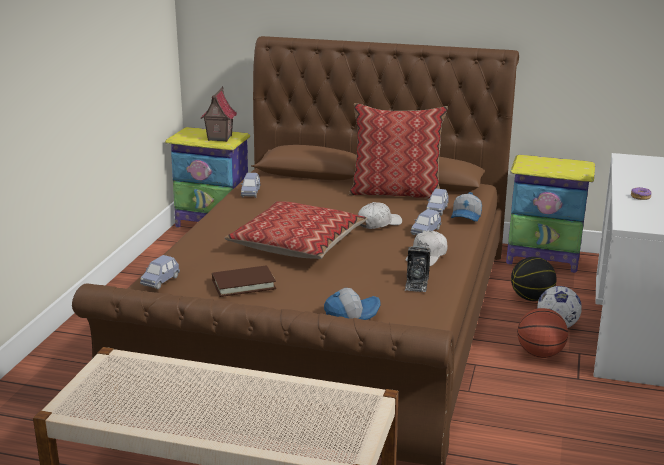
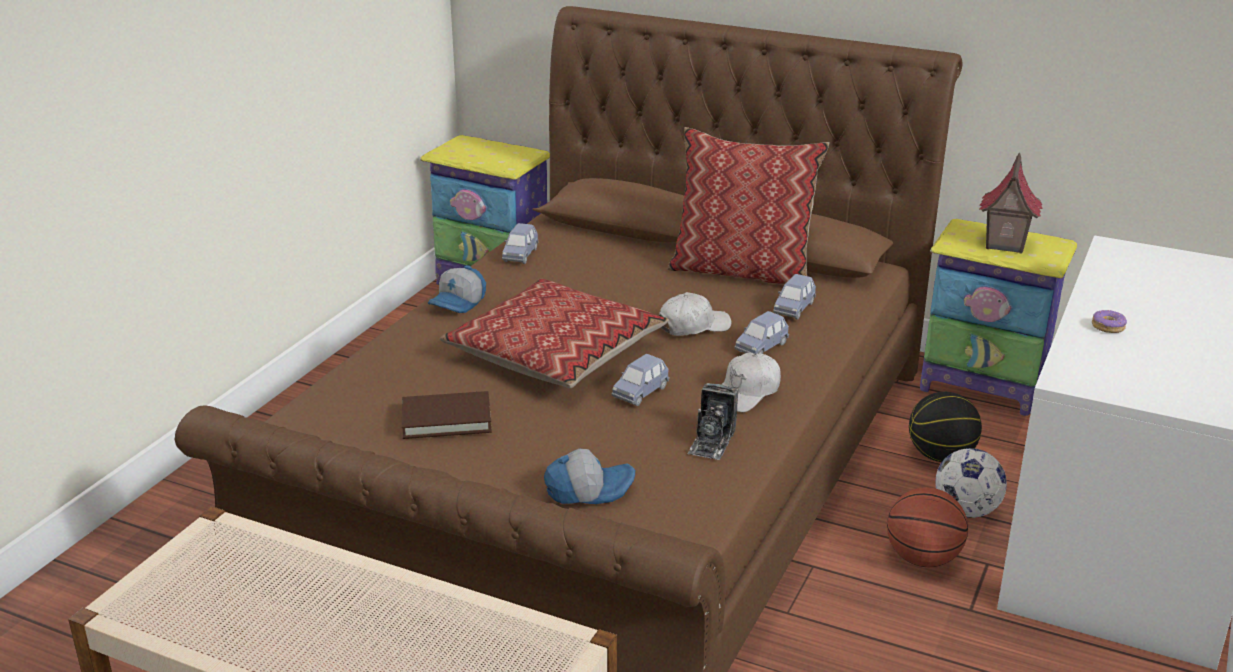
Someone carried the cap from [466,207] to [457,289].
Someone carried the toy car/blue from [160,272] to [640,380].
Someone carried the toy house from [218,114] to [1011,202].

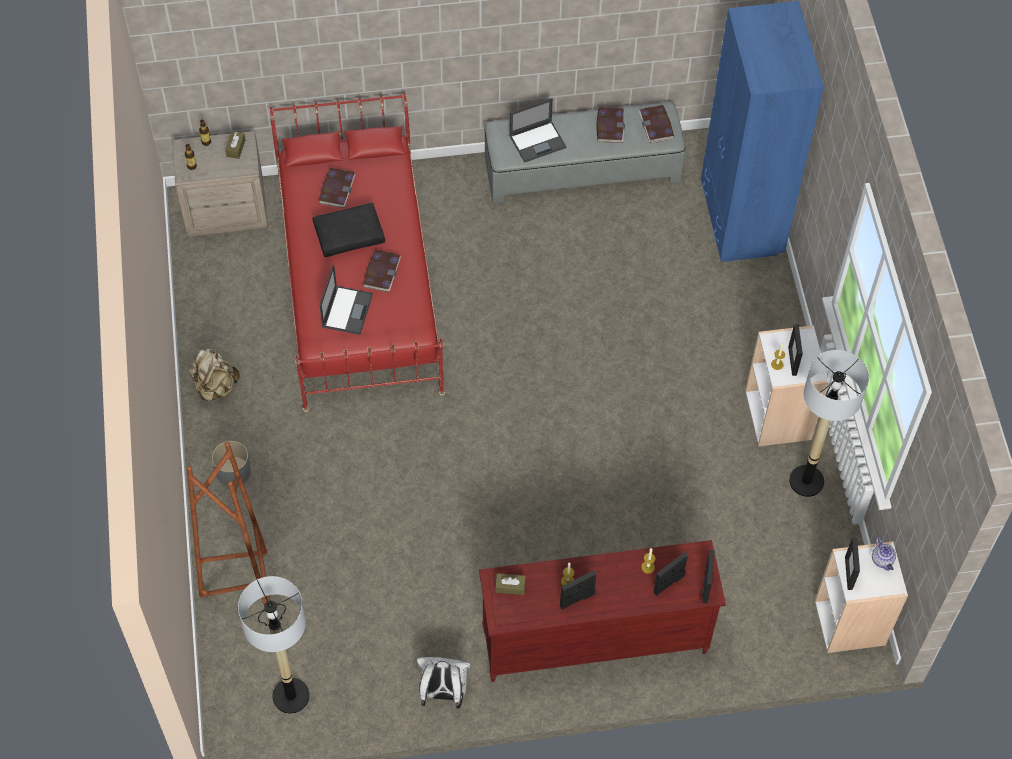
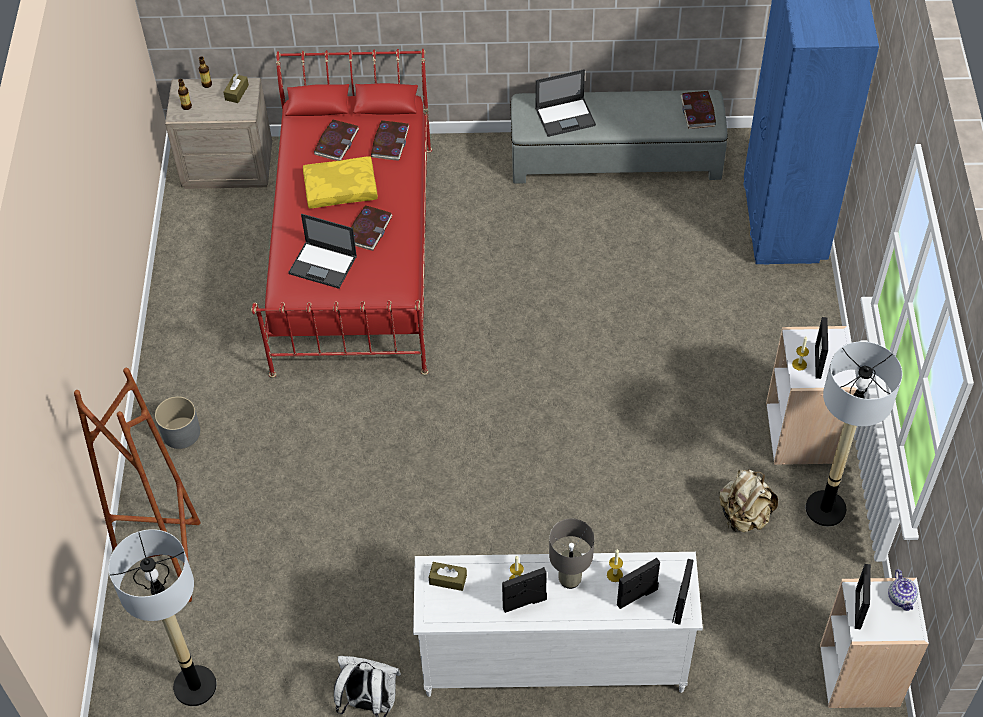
Someone rotated the laptop at [346,299] by 90 degrees clockwise.
Someone repainted the pillow/black at [349,230], which became the pillow/yellow at [340,182].
Someone carried the book from [610,125] to [390,140].
Someone repainted the dresser/red at [602,611], which became the dresser/white at [558,624].
Someone put down the table lamp/grey at [571,553].
Someone carried the backpack/beige from [214,374] to [748,500].

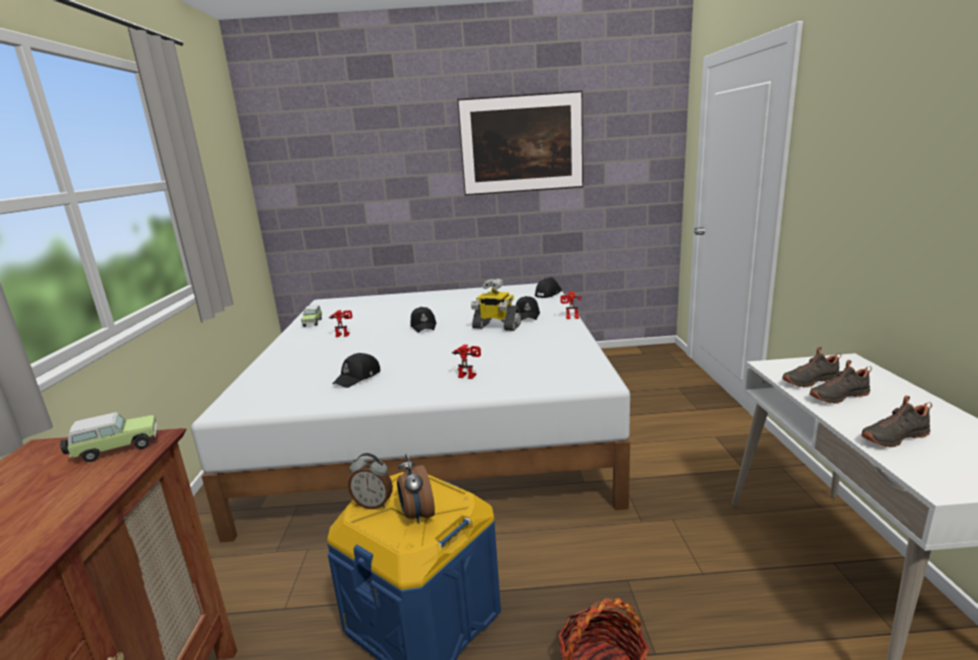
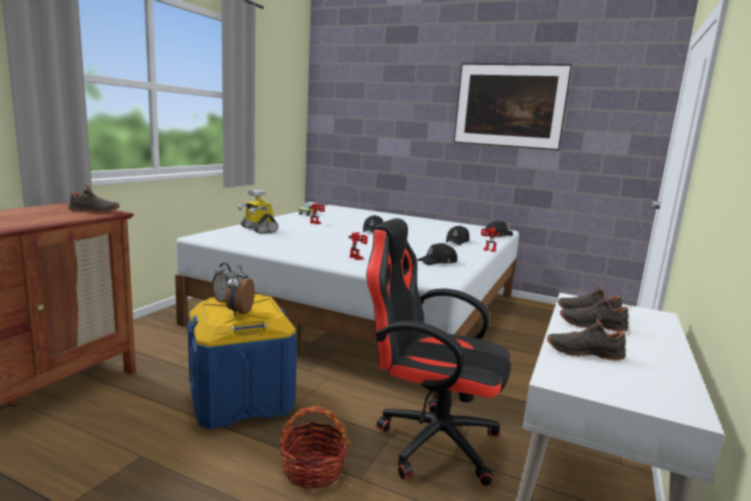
Someone swapped the toy car at [109,437] for the shoe/black at [94,198].
Someone carried the toy robot from [496,304] to [258,211].
Someone put down the office chair/black at [438,352].
Someone carried the cap/black from [356,370] to [437,254].

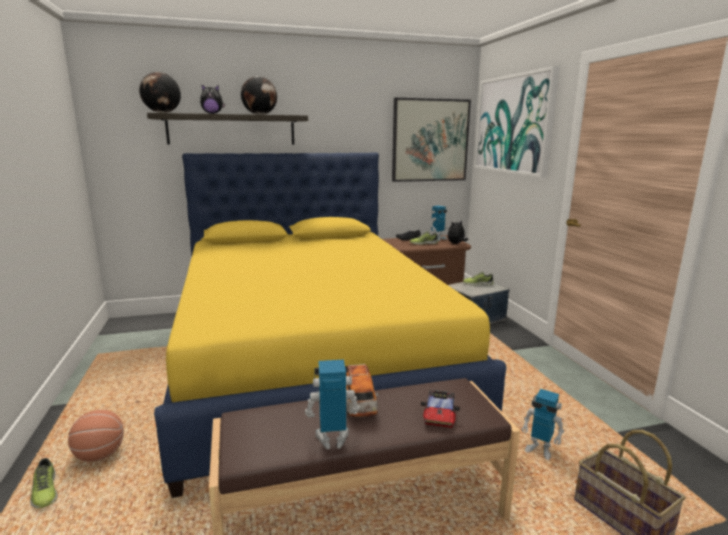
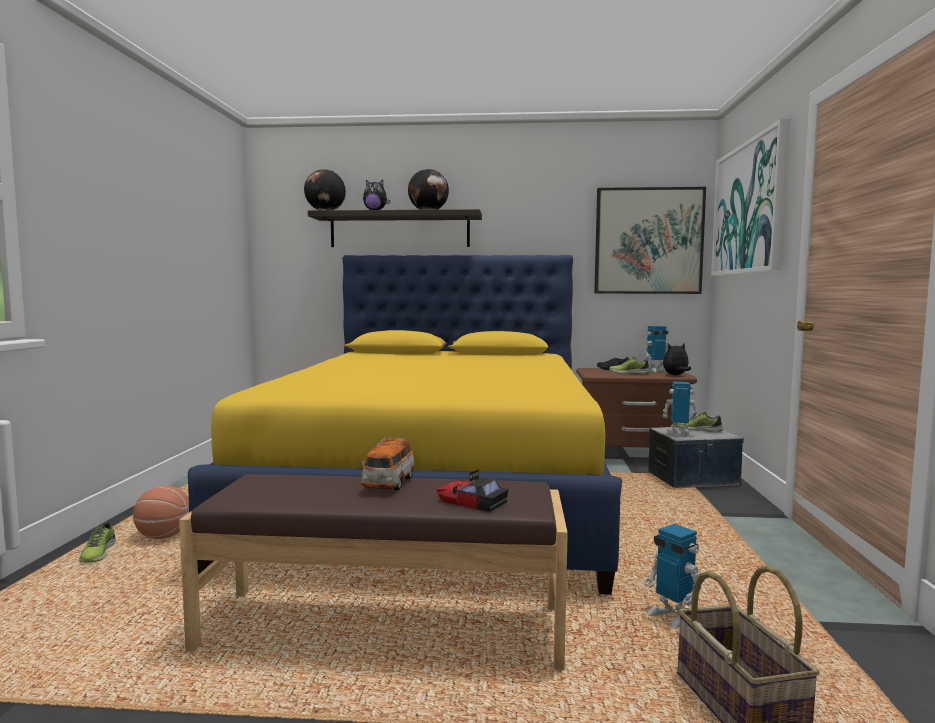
Someone rotated the toy car at [440,409] by 90 degrees clockwise.
Someone carried the toy robot from [332,404] to [680,409].

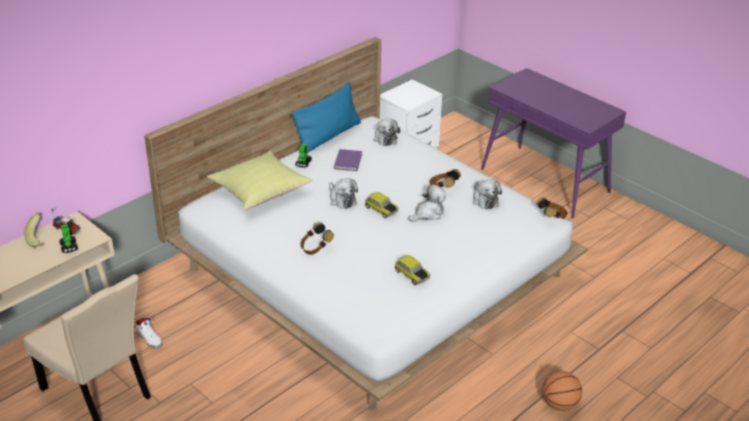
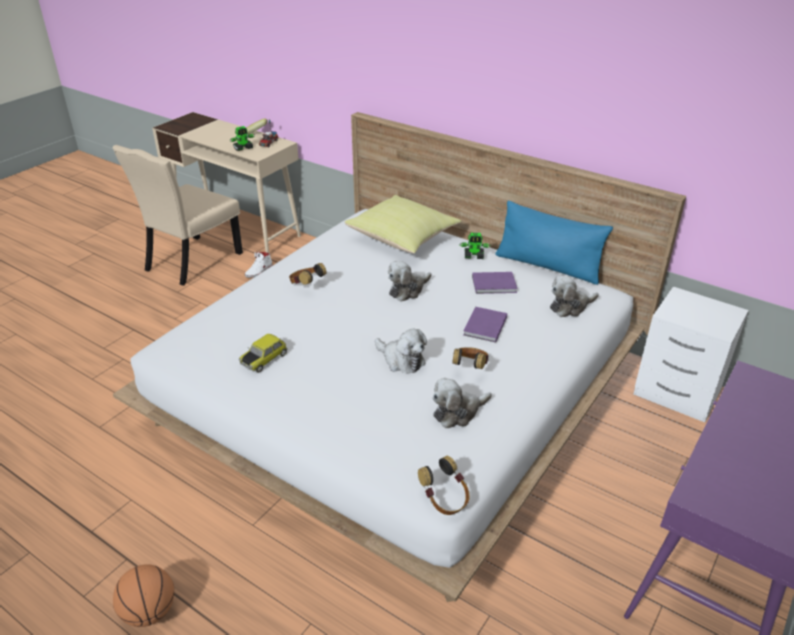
Someone put down the book/purple at [485,324].
Someone took away the toy car at [382,205].

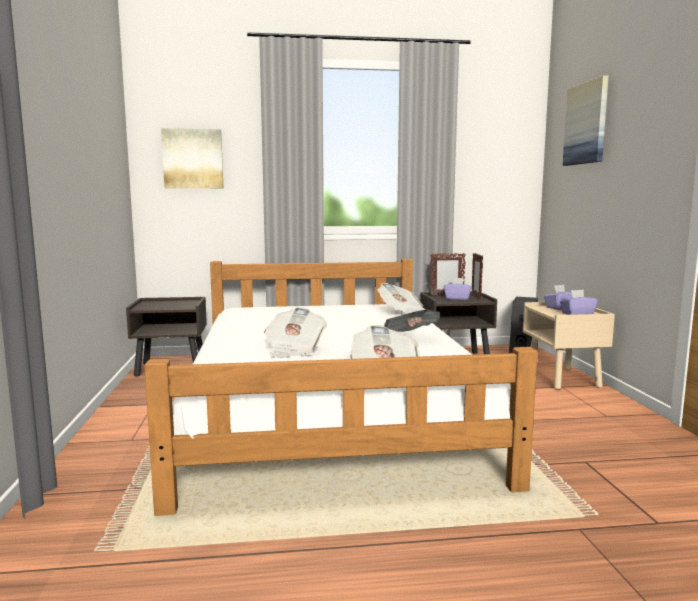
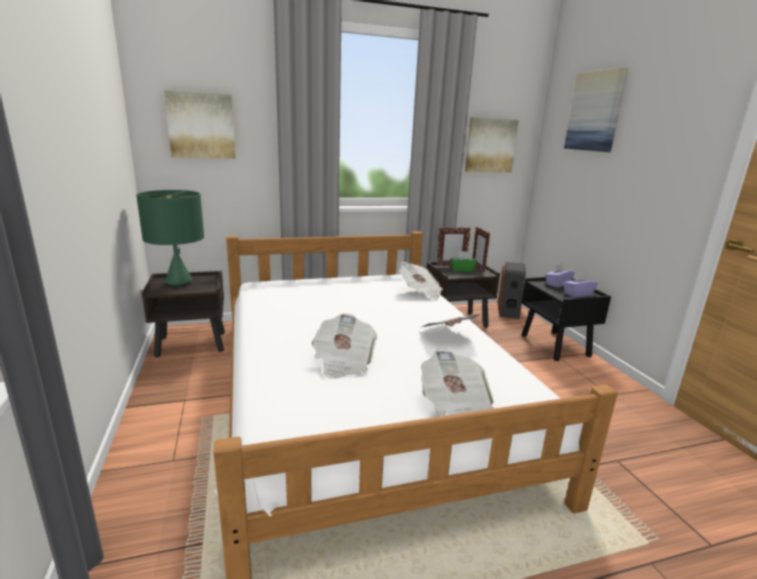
Someone put down the table lamp/green at [170,238].
Someone repainted the tissue box/purple at [457,289], which became the tissue box/green at [463,261].
Someone put up the picture at [492,144].
Someone repainted the nightstand/beige at [569,346], which became the nightstand/black at [566,319].

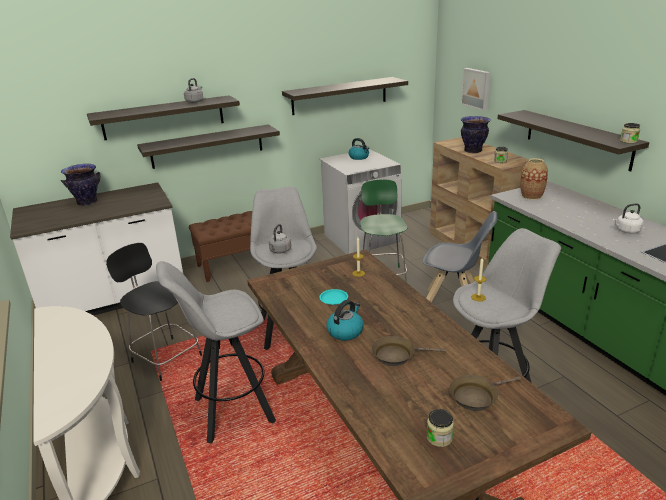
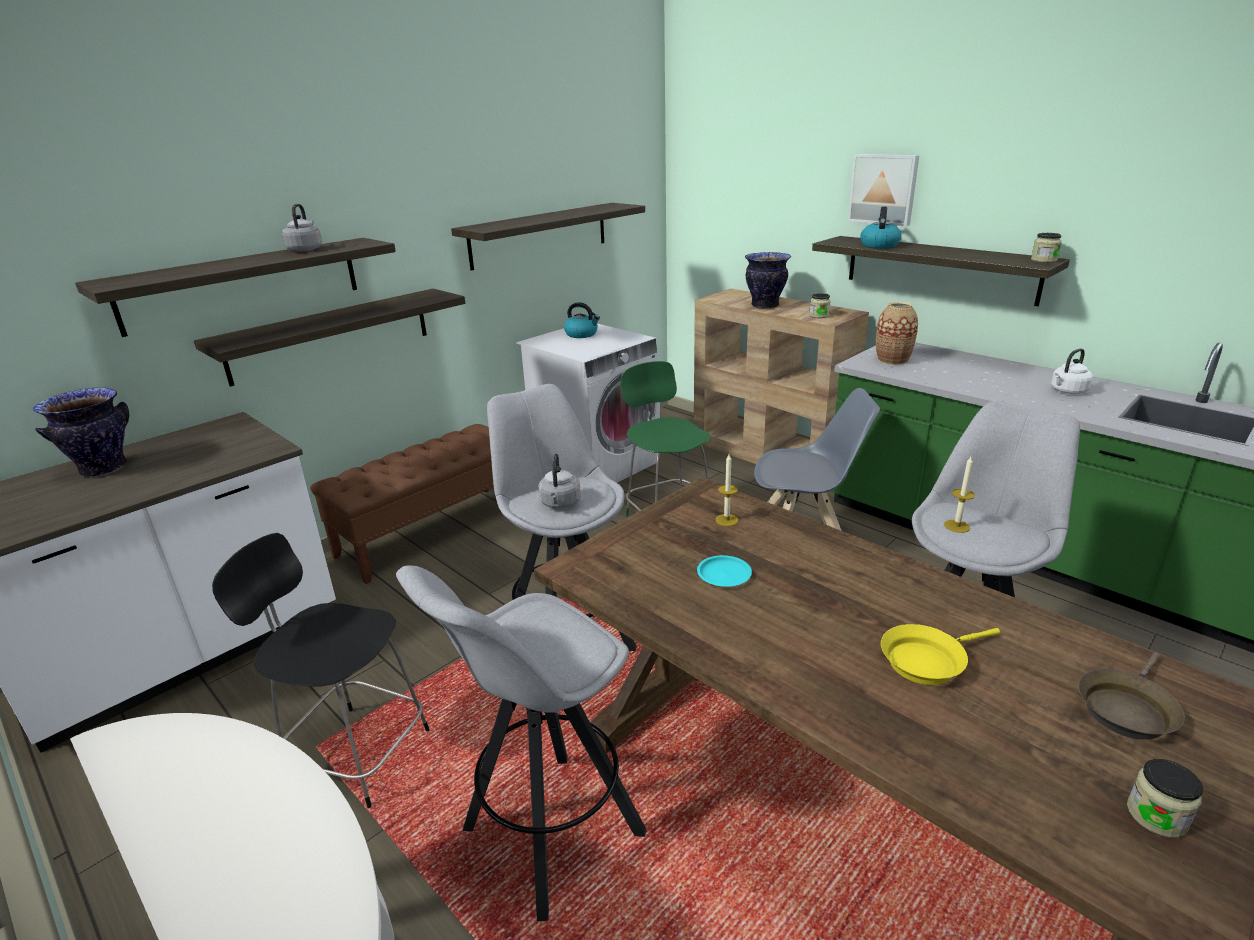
Someone carried the picture from [476,89] to [883,190].
Someone carried the kettle from [345,320] to [881,228].
Someone repainted the frying pan/brown at [409,351], which became the frying pan/yellow at [940,654].

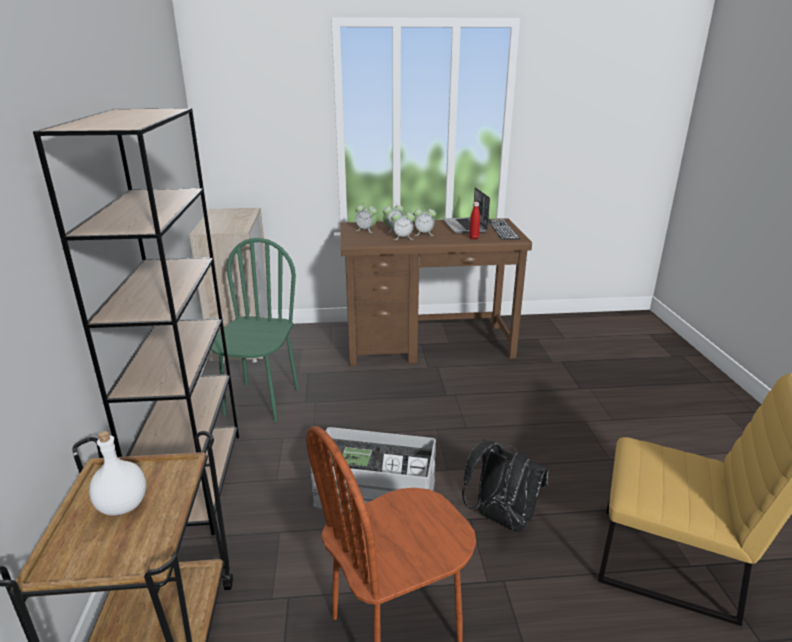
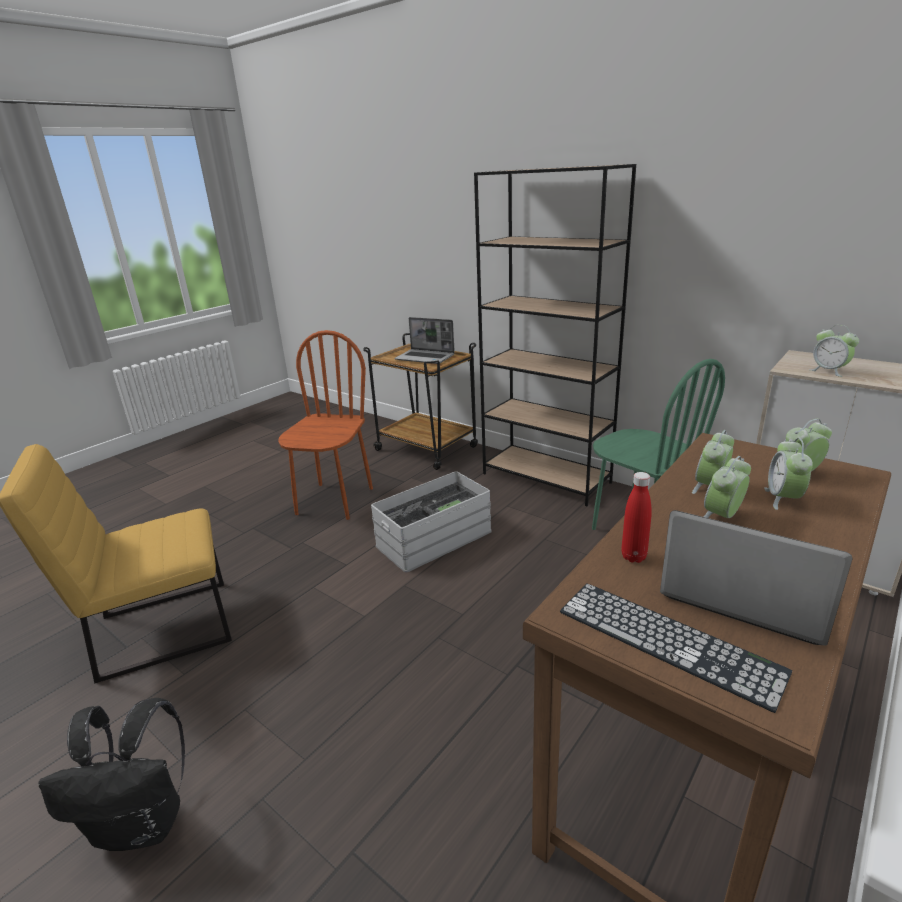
Someone carried the backpack/black from [505,485] to [111,774].
Someone swapped the bottle/white at [117,473] for the laptop at [424,340].
Someone put down the alarm clock at [834,351].

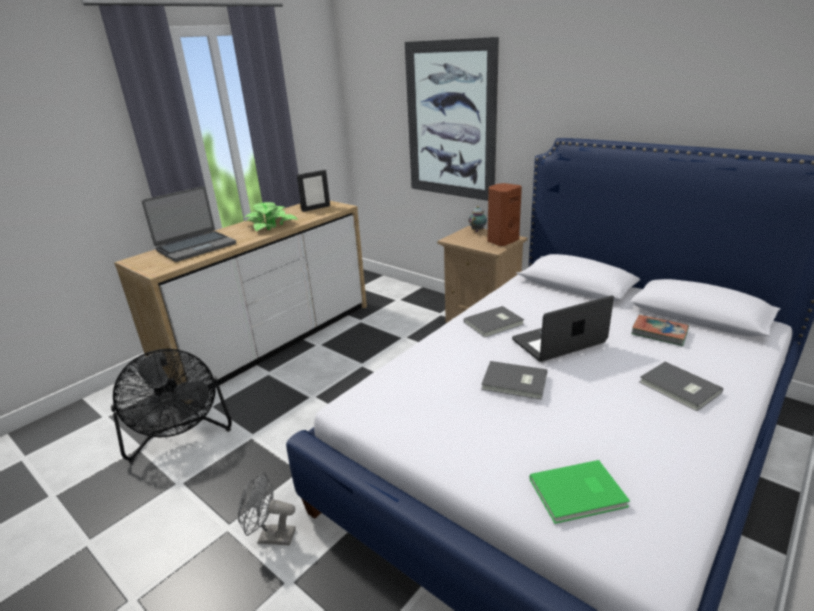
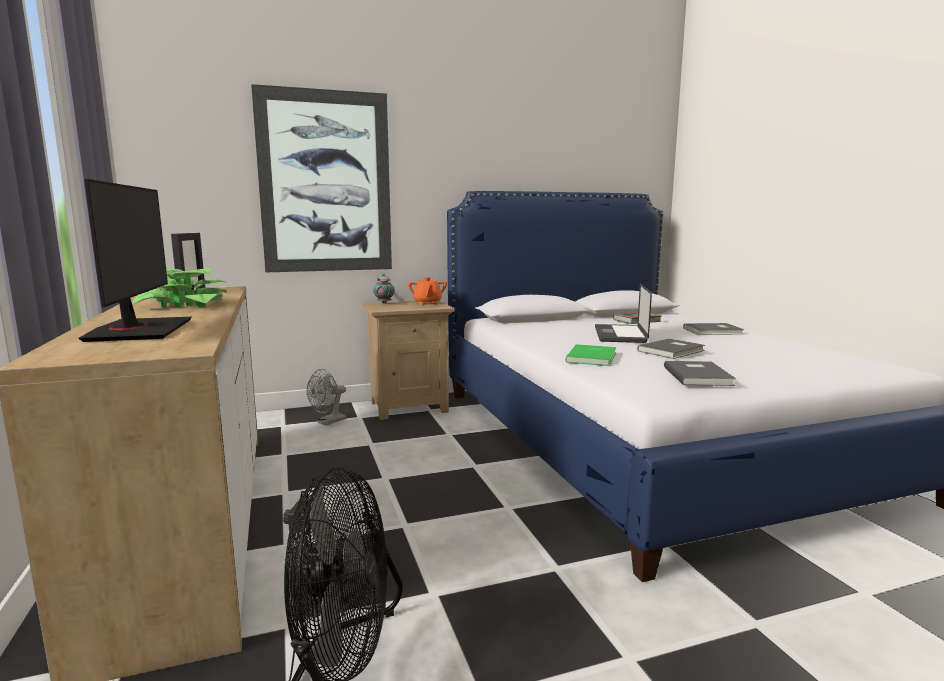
Someone swapped the laptop at [189,224] for the monitor at [135,260].
Someone carried the fan/grey from [267,509] to [326,397].
Someone swapped the speaker/brown at [505,214] for the teapot/orange at [427,291].
Someone carried the book/green from [580,492] to [590,355].
Someone carried the book/grey from [494,322] to [700,373].

